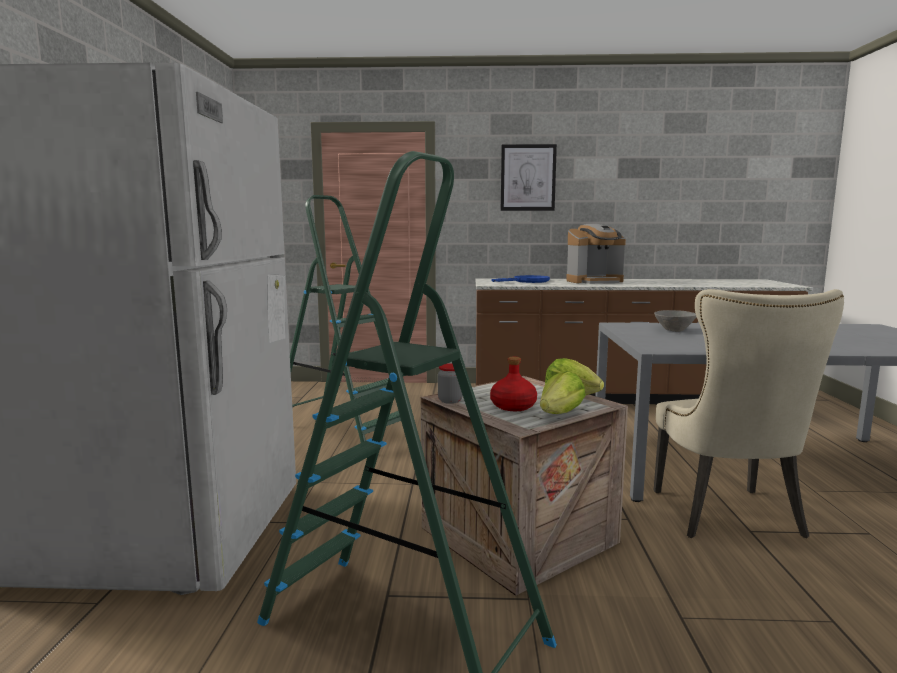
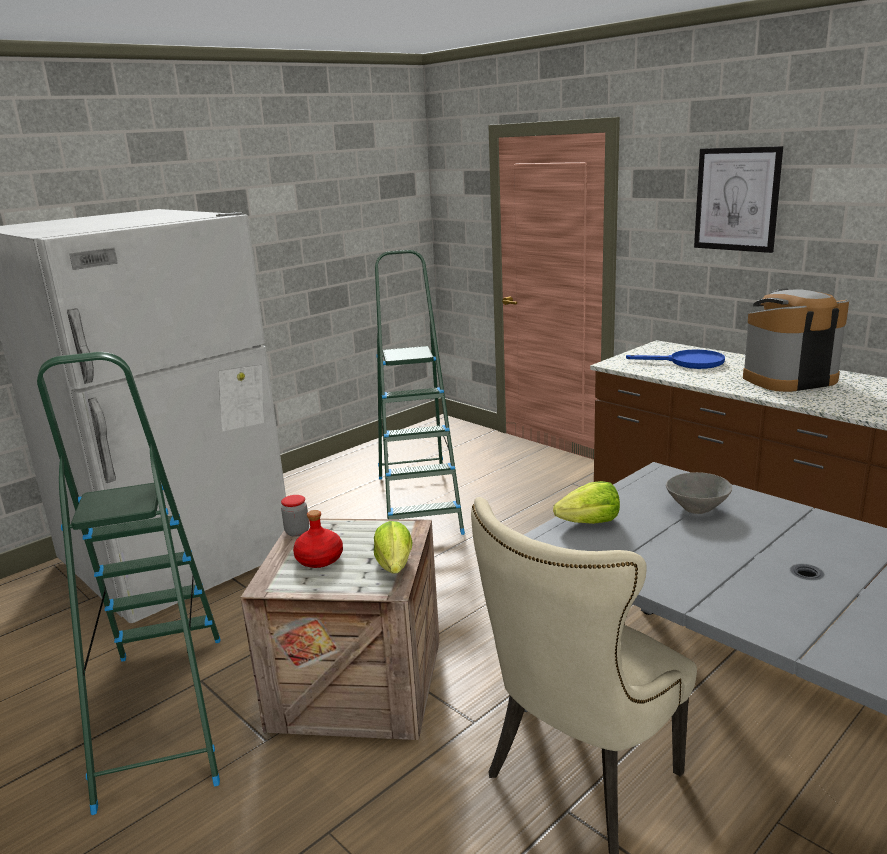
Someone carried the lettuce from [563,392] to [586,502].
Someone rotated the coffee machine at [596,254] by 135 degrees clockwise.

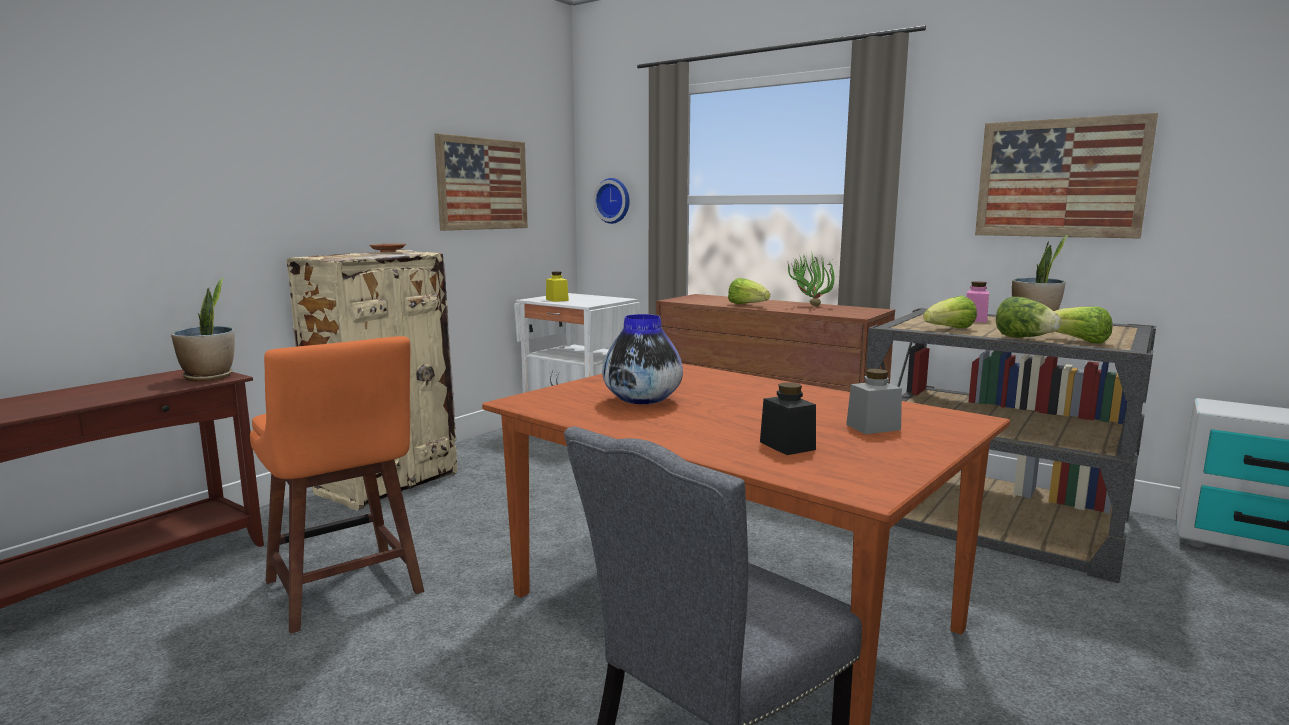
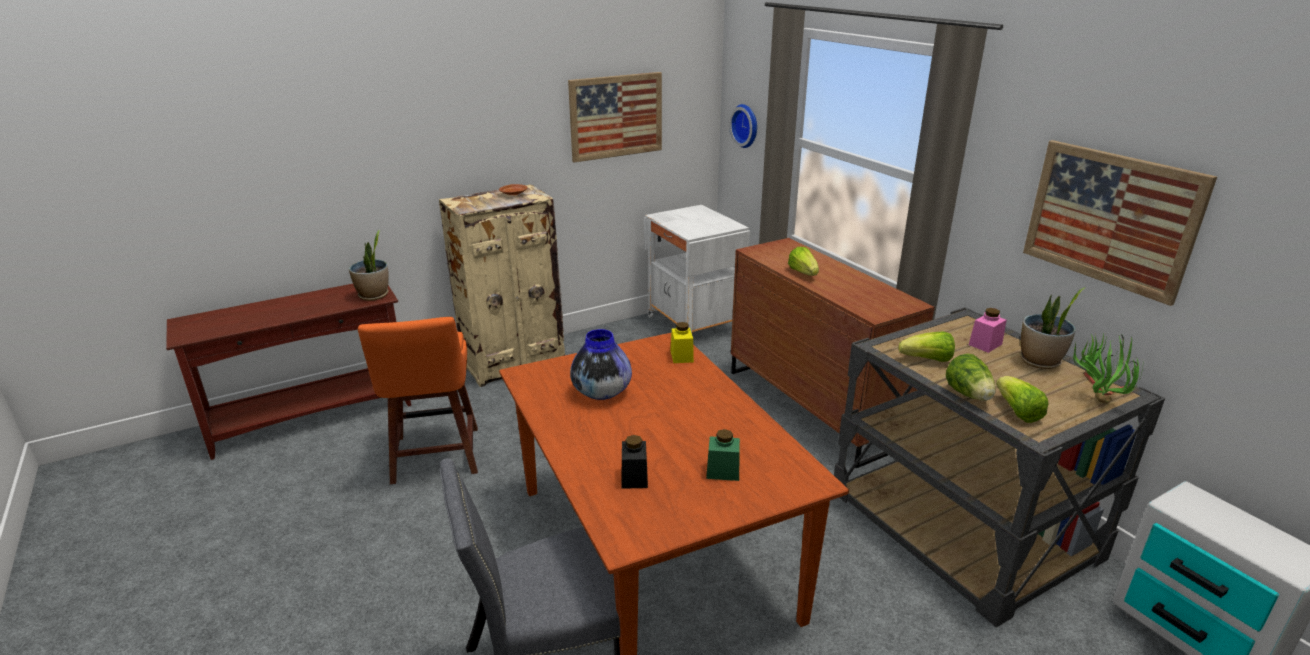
Someone carried the jar/yellow from [557,286] to [682,342].
Someone repainted the jar/grey at [874,401], which became the jar/green at [723,455].
Someone carried the potted plant from [811,278] to [1108,369].

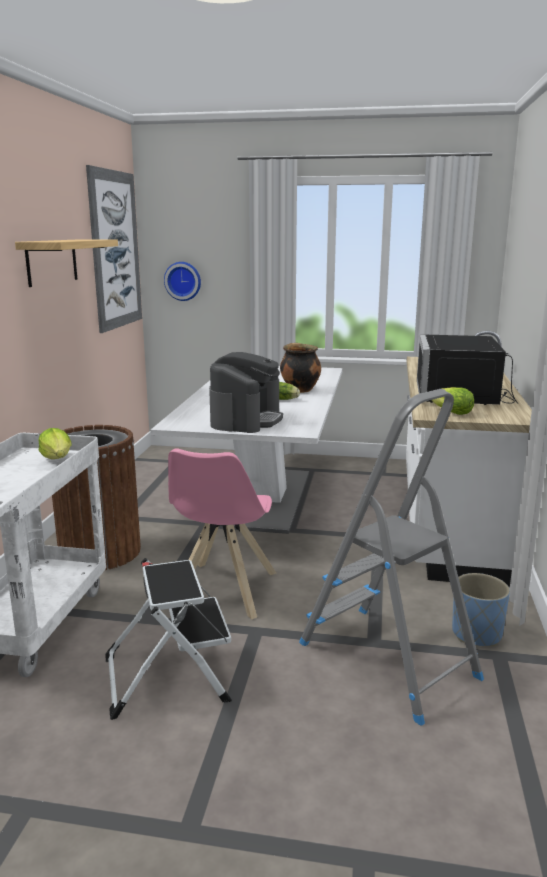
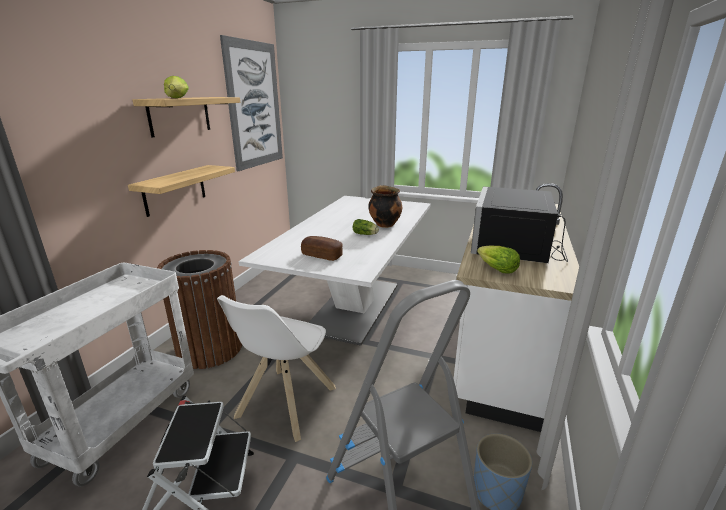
Someone put up the shelf at [181,191].
Someone carried the lettuce from [55,443] to [176,87].
Someone repainted the chair/pink at [222,533], which became the chair/white at [276,368].
Someone swapped the coffee machine at [246,392] for the bread at [322,248].
Someone took away the wall clock at [182,281].

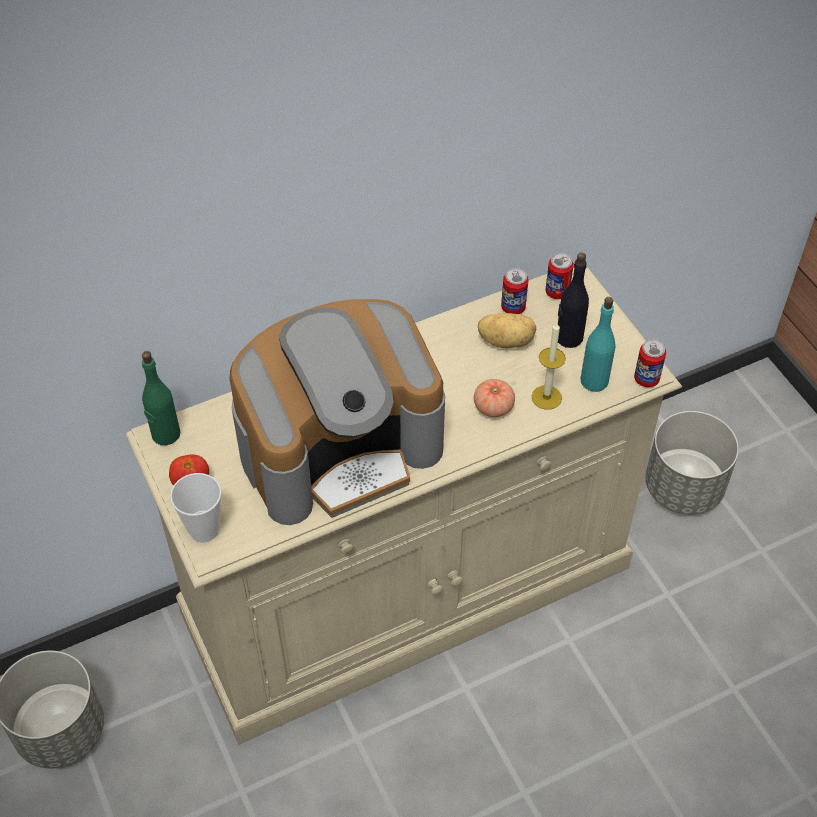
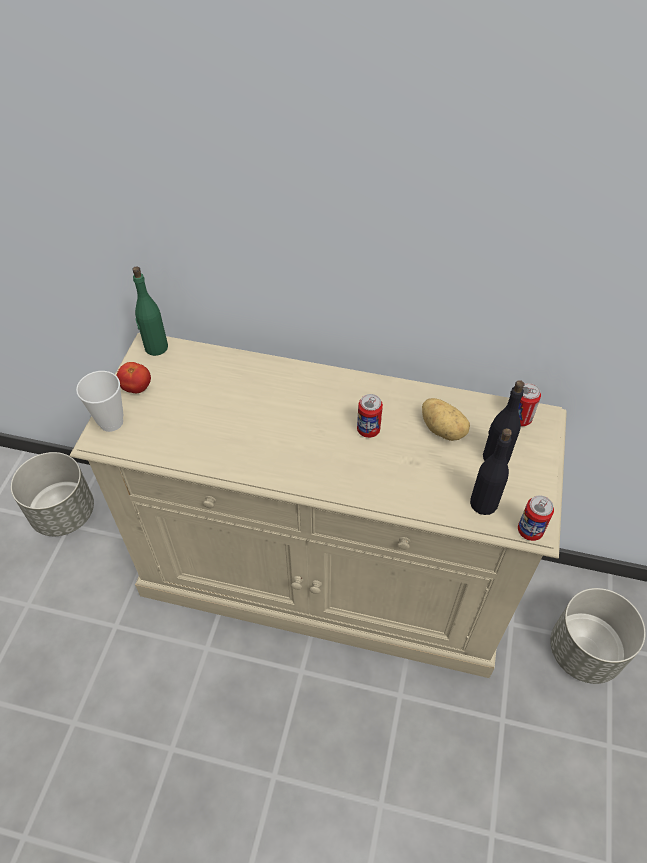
Someone carried the can from [514,291] to [370,416].
Someone repainted the bottle/turquoise at [598,344], which became the bottle/black at [491,471].
Someone took away the coffee machine at [337,412].
Someone took away the tomato at [494,398].
Someone took away the candle at [549,366].

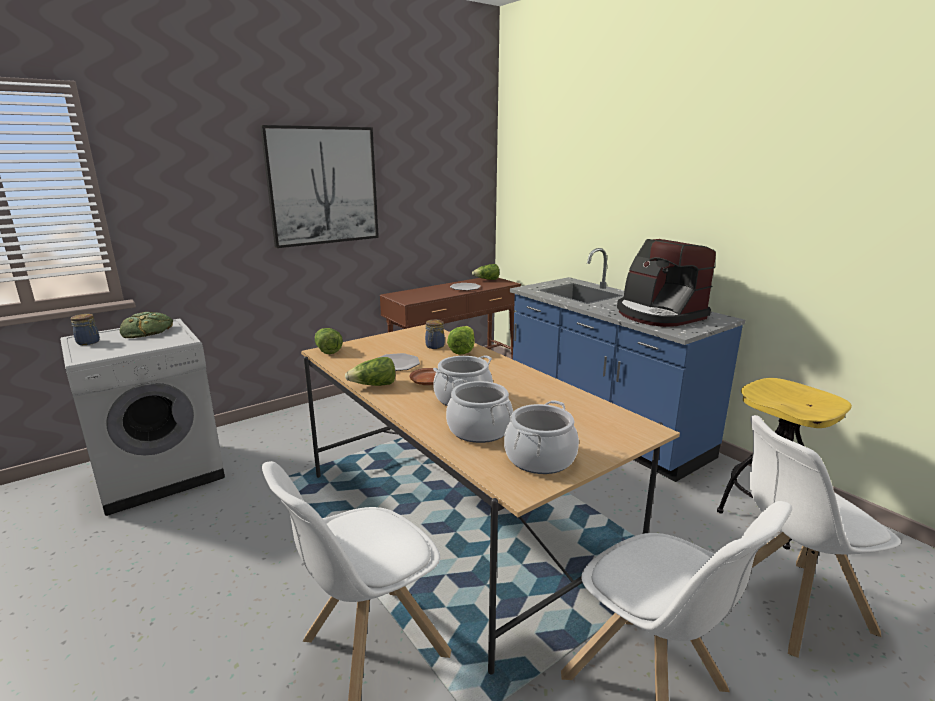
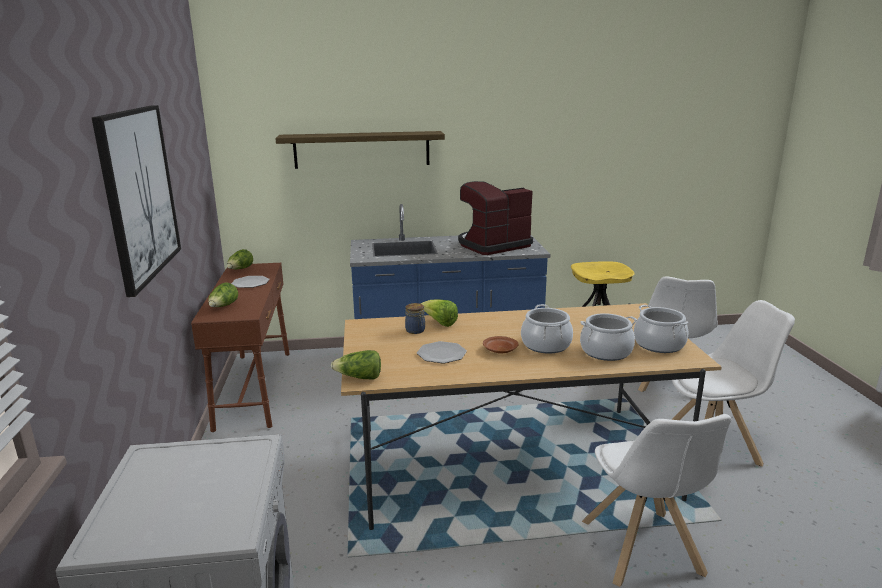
Someone carried the lettuce from [370,371] to [223,294].
Someone put up the shelf at [360,150].
Someone rotated the coffee machine at [666,283] by 150 degrees clockwise.
Someone took away the jar at [85,329].
Someone took away the bread at [146,325].

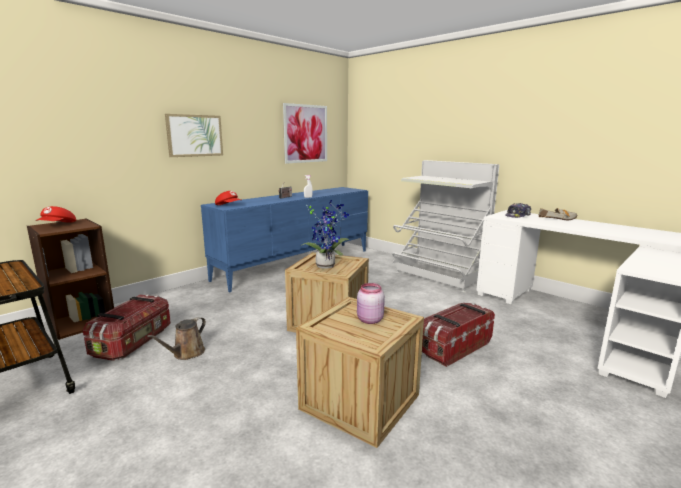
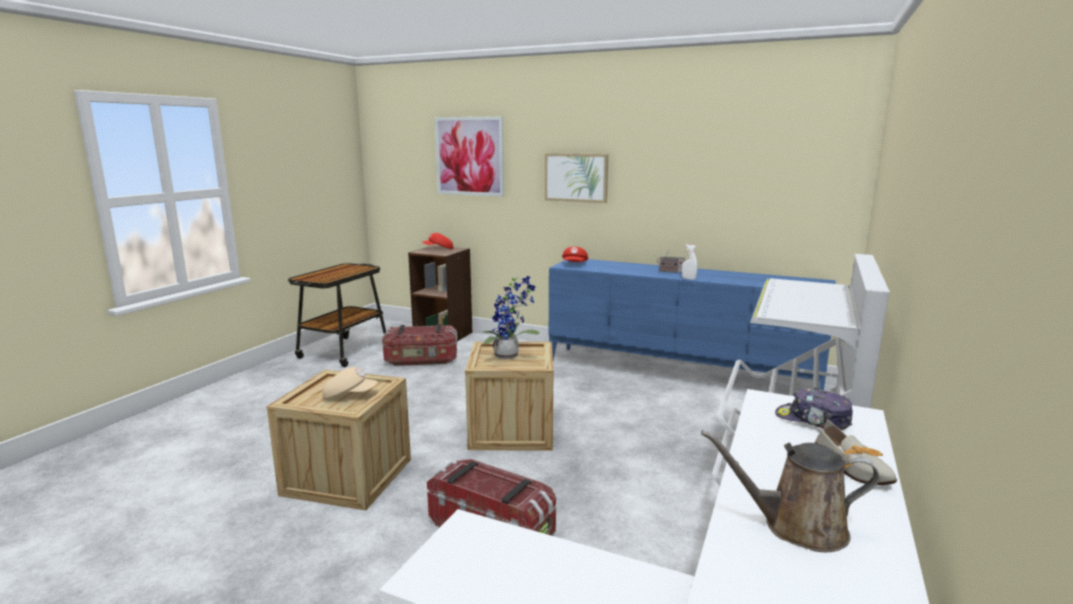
Someone swapped the jar/pink at [371,303] for the cap/beige at [349,383].
Someone carried the picture from [305,133] to [469,156].
Someone carried the watering can/brown from [176,338] to [790,491].

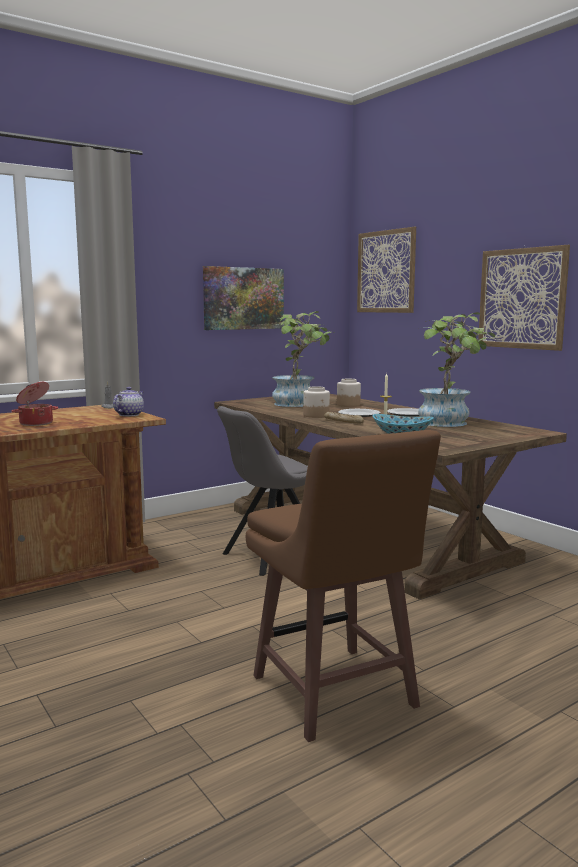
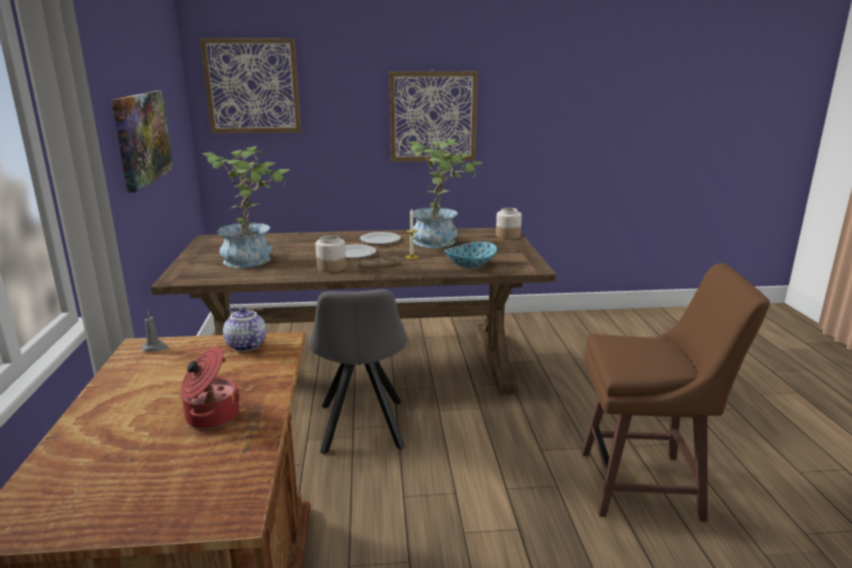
Someone carried the jar from [349,393] to [509,223].

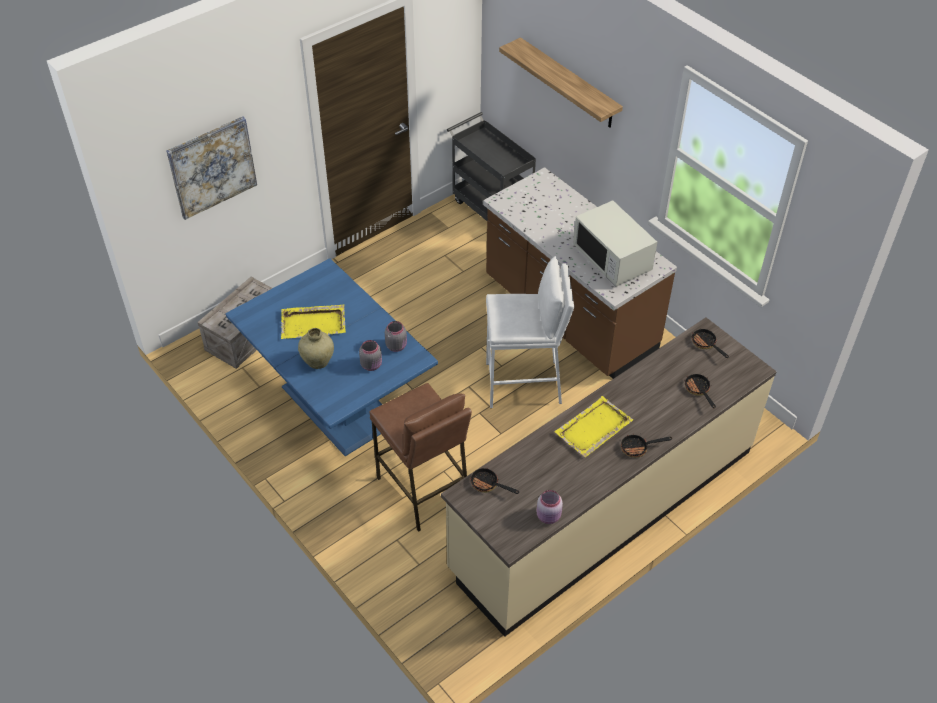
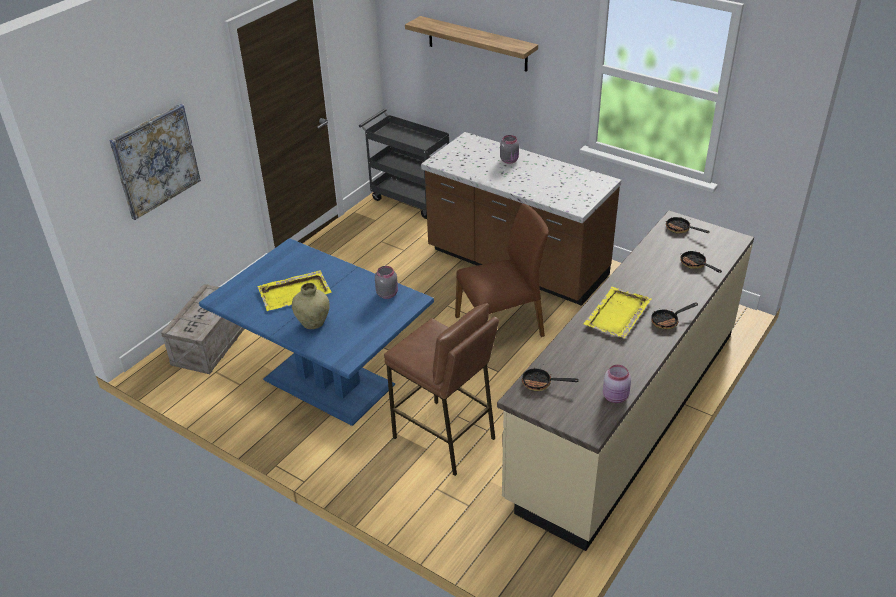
Someone swapped the stool/white at [530,332] for the chair/brown at [502,270].
Someone carried the jar/grey from [370,355] to [509,149].
Someone took away the microwave/white at [615,243].

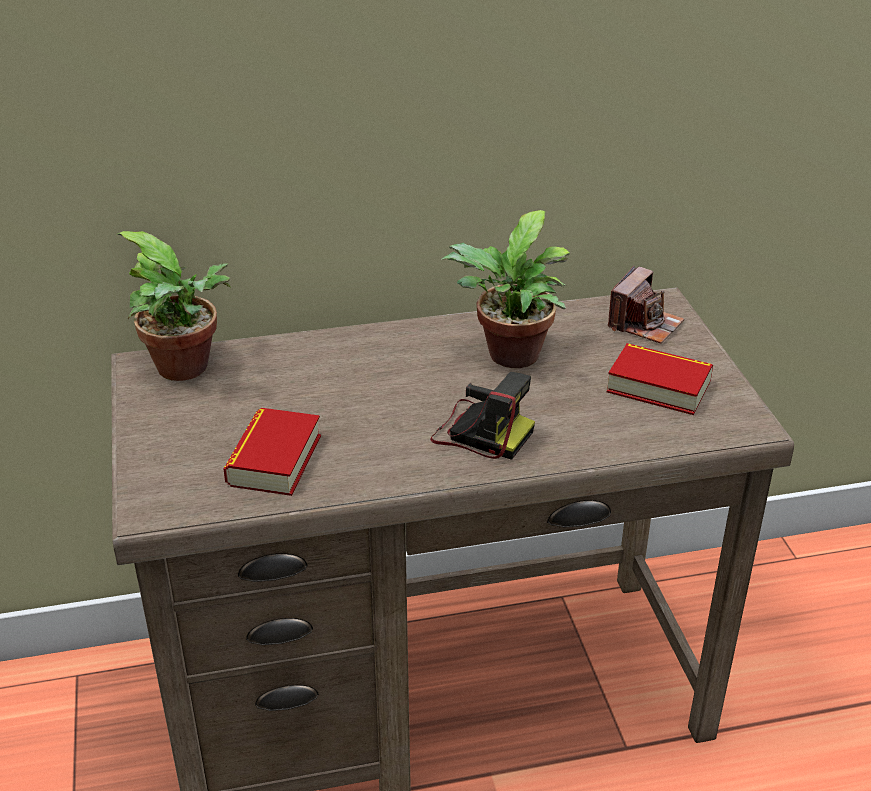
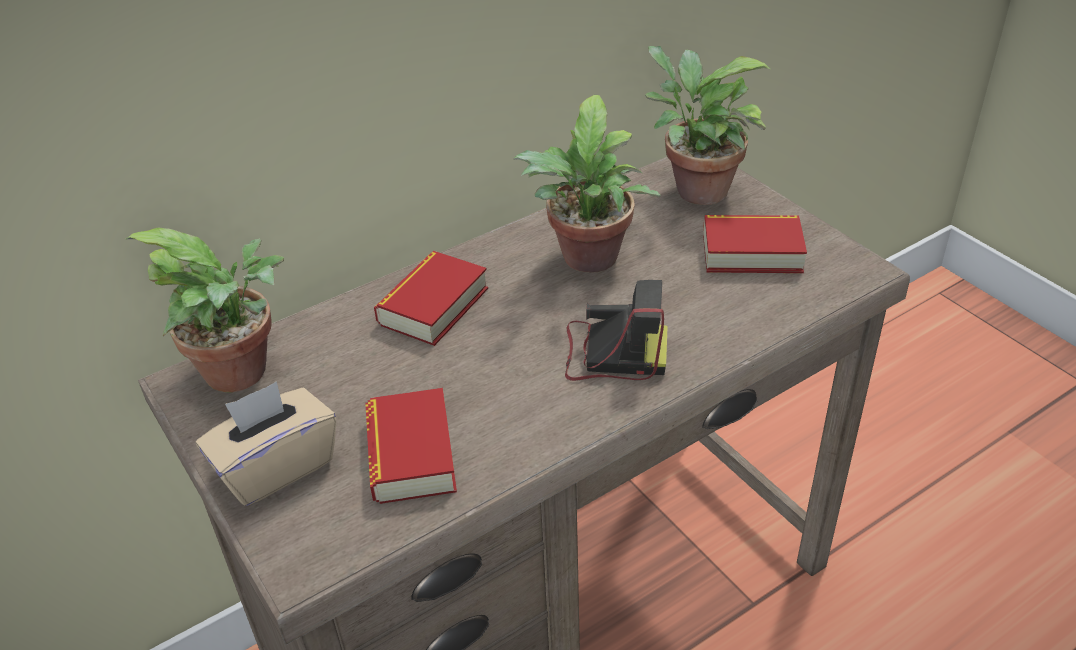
Someone put down the tissue box/beige at [266,444].
Someone put down the book at [431,298].
Someone swapped the photo camera at [646,305] for the potted plant at [708,125].

